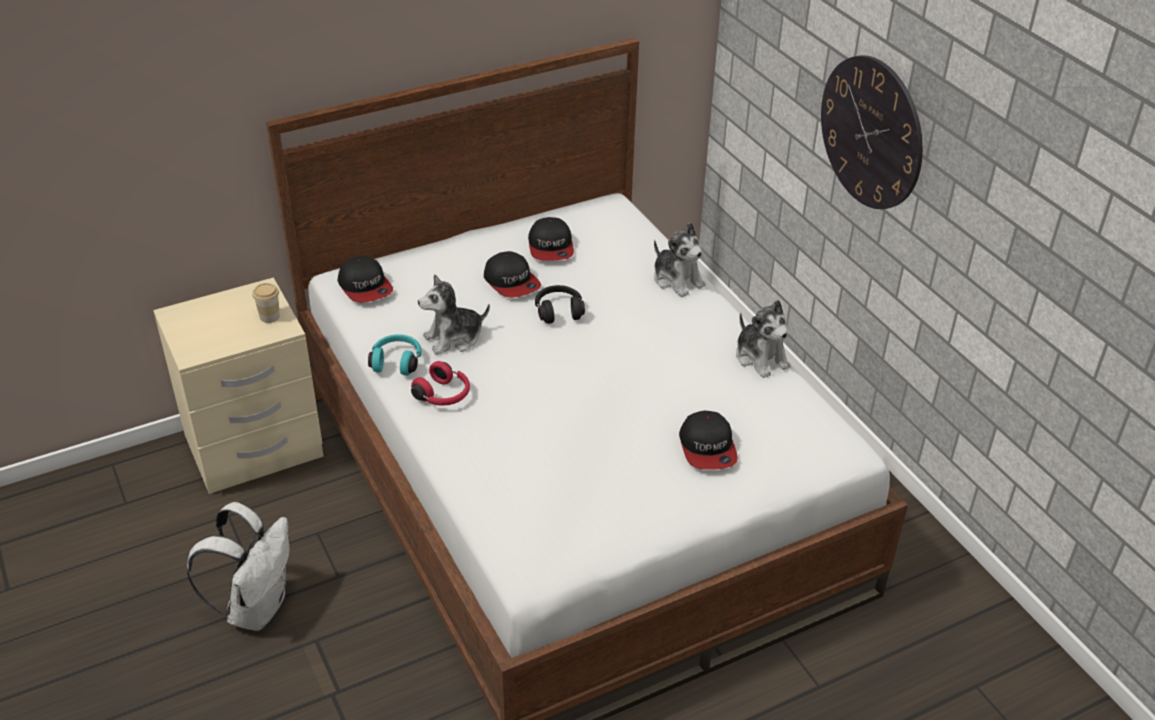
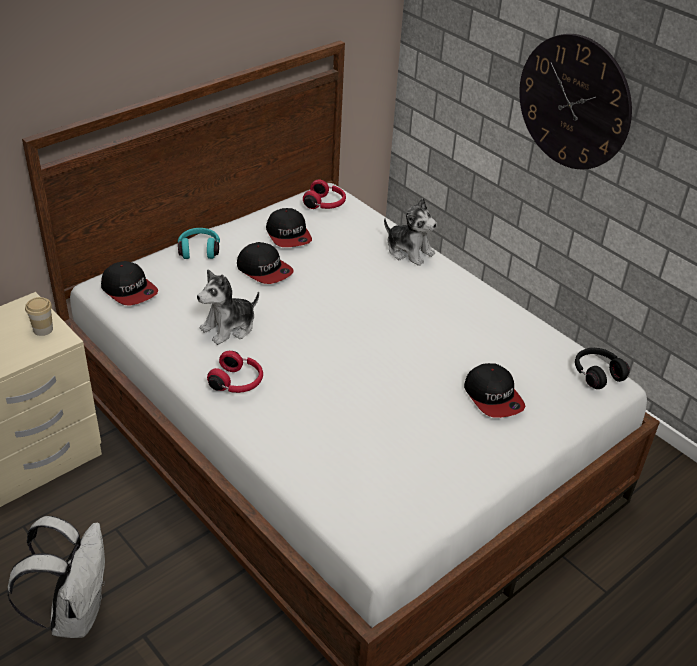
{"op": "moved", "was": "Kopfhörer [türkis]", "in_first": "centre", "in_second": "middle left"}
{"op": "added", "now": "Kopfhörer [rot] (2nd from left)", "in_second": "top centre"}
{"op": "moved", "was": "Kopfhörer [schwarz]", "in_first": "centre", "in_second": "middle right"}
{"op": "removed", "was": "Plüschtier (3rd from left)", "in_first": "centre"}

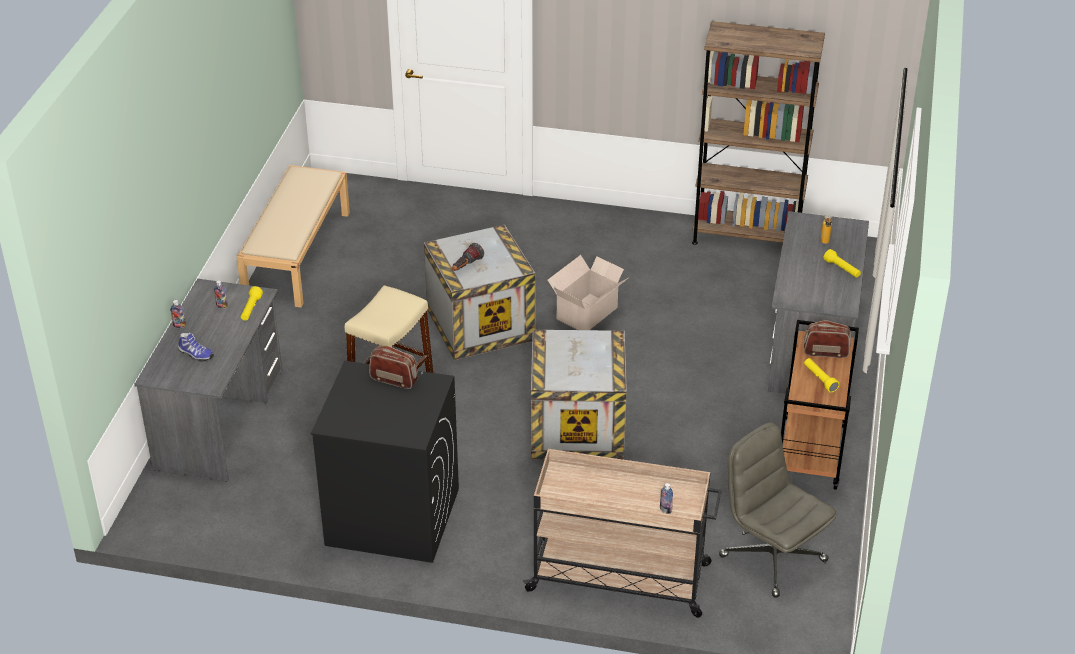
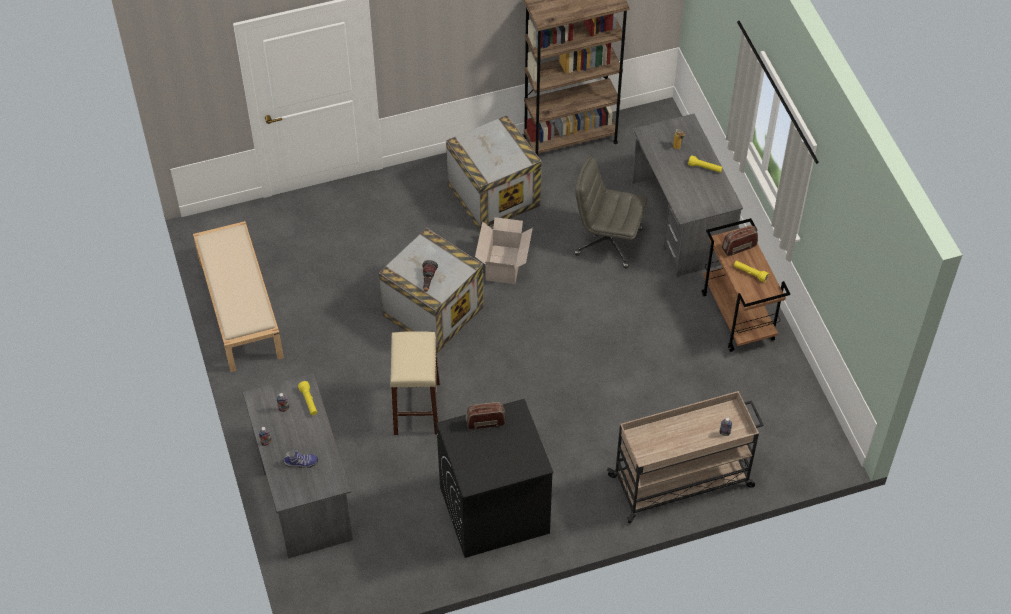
{"op": "moved", "was": "Kiste (2nd from left)", "in_first": "centre", "in_second": "top centre"}
{"op": "moved", "was": "Bürostuhl [grau]", "in_first": "bottom right", "in_second": "centre"}

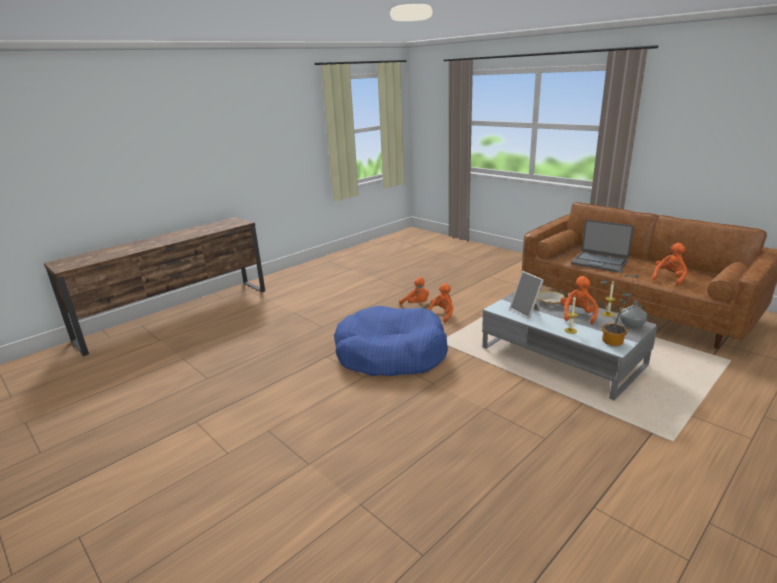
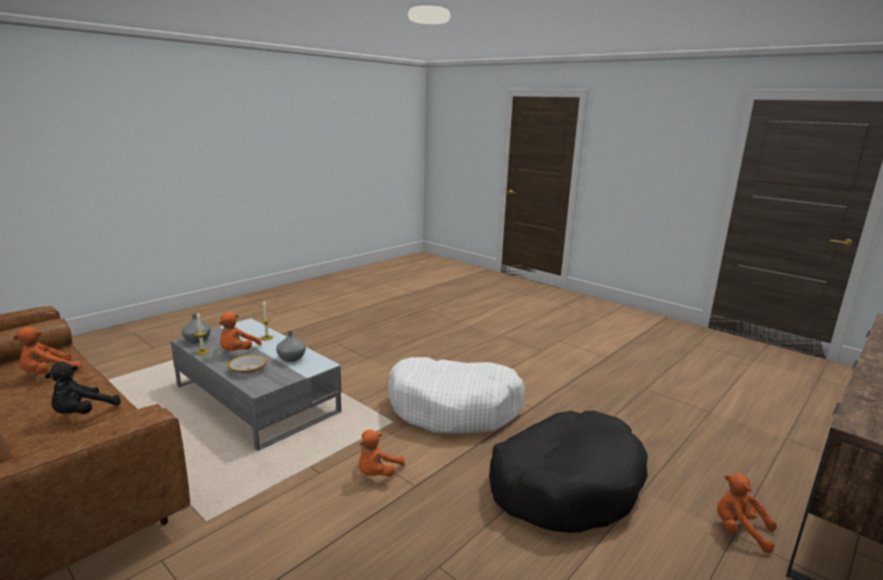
{"op": "replaced", "was": "Laptop", "now": "Plüschtier [schwarz]", "in_first": "middle right", "in_second": "bottom left"}
{"op": "replaced", "was": "Bilderrahmen", "now": "Vase [grau] (2nd from left)", "in_first": "middle right", "in_second": "middle left"}
{"op": "recoloured", "was": "Hundebett [blau]", "now": "Hundebett [weiß]", "in_first": "centre", "in_second": "bottom centre"}
{"op": "added", "now": "Hundebett [schwarz]", "in_second": "bottom centre"}
{"op": "moved", "was": "Plüschtier [orange] (1st from left in the first image)", "now": "Plüschtier [orange] (4th from left)", "in_first": "centre", "in_second": "bottom right"}
{"op": "removed", "was": "Topfpflanze", "in_first": "middle right"}

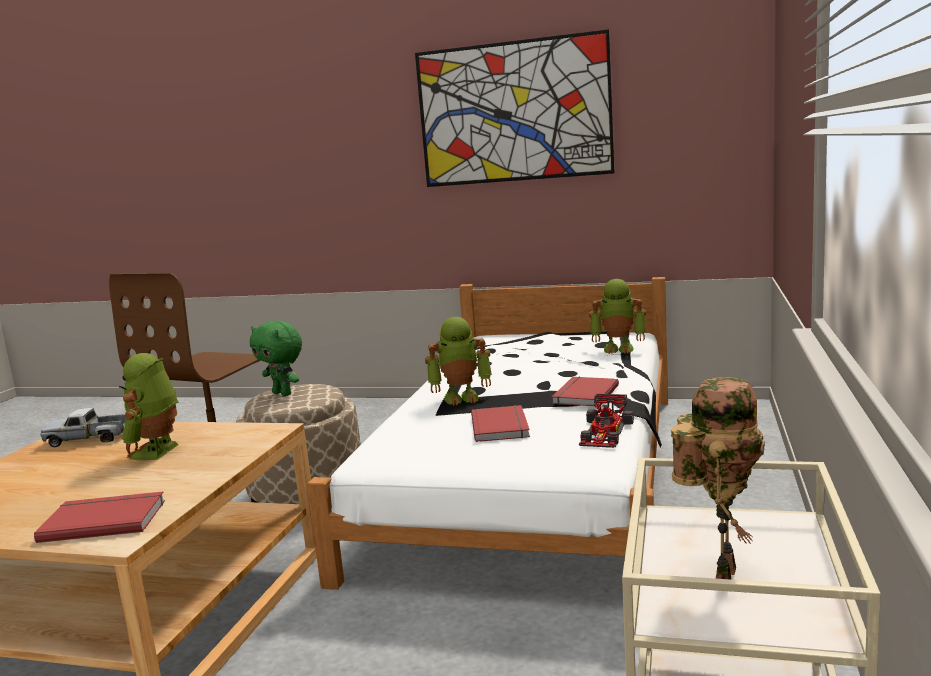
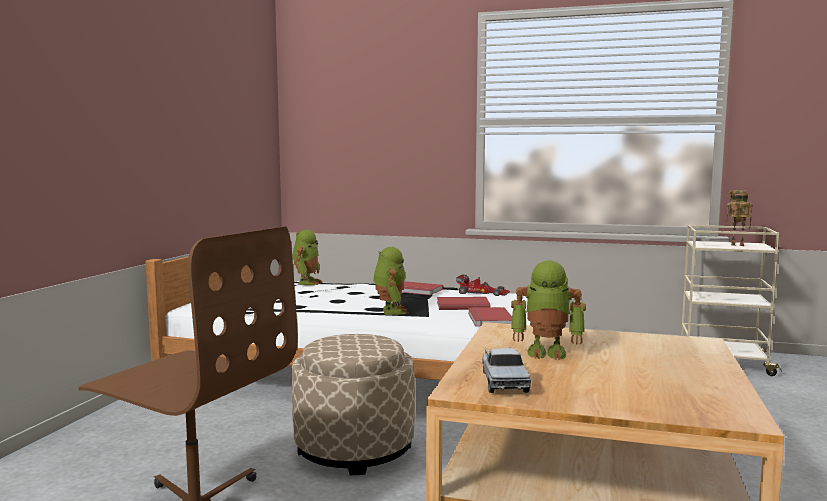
{"op": "moved", "was": "Buch [rot] (1st from left in the first image)", "now": "Buch [rot] (3rd from left)", "in_first": "bottom left", "in_second": "centre"}
{"op": "removed", "was": "Plüschtier [grün]", "in_first": "middle left"}
{"op": "removed", "was": "Bild", "in_first": "top centre"}

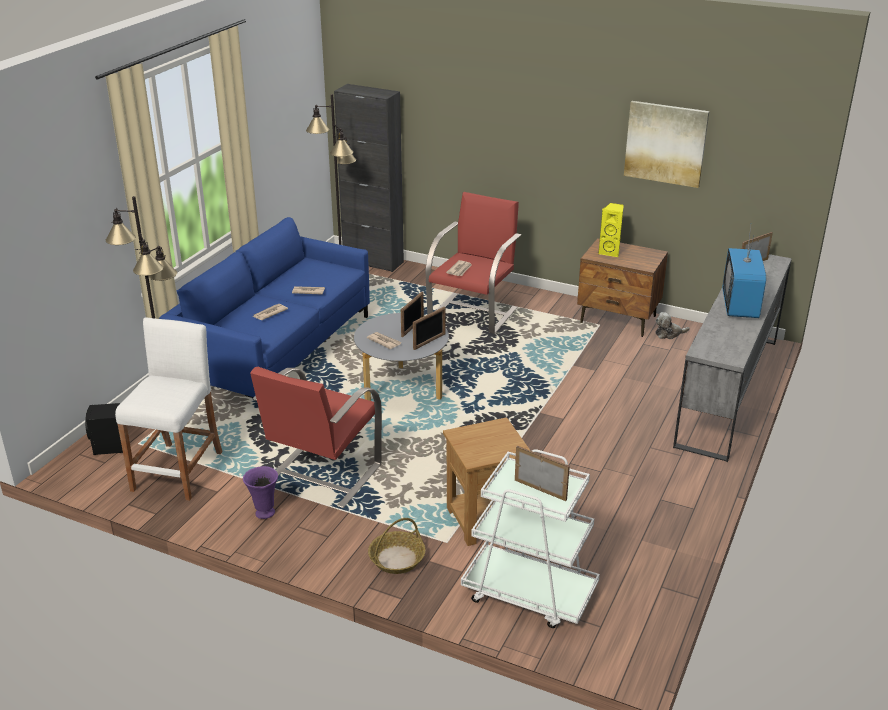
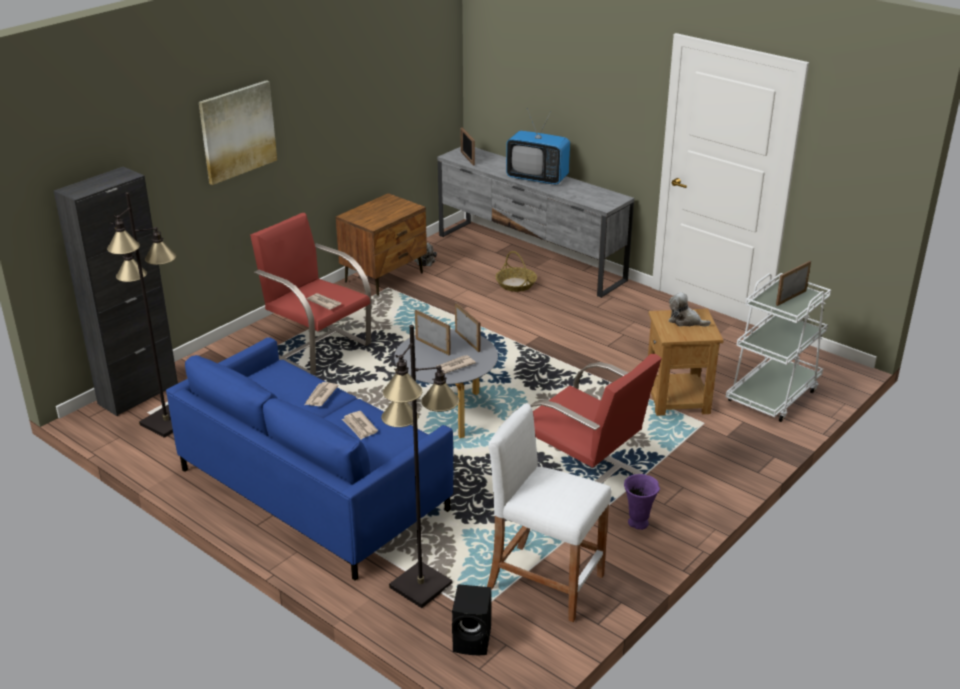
{"op": "moved", "was": "Bild", "in_first": "top right", "in_second": "top left"}
{"op": "moved", "was": "Korb", "in_first": "bottom centre", "in_second": "centre"}
{"op": "added", "now": "Plüschtier (2nd from left)", "in_second": "middle right"}
{"op": "removed", "was": "Lautsprecher [gelb]", "in_first": "top right"}

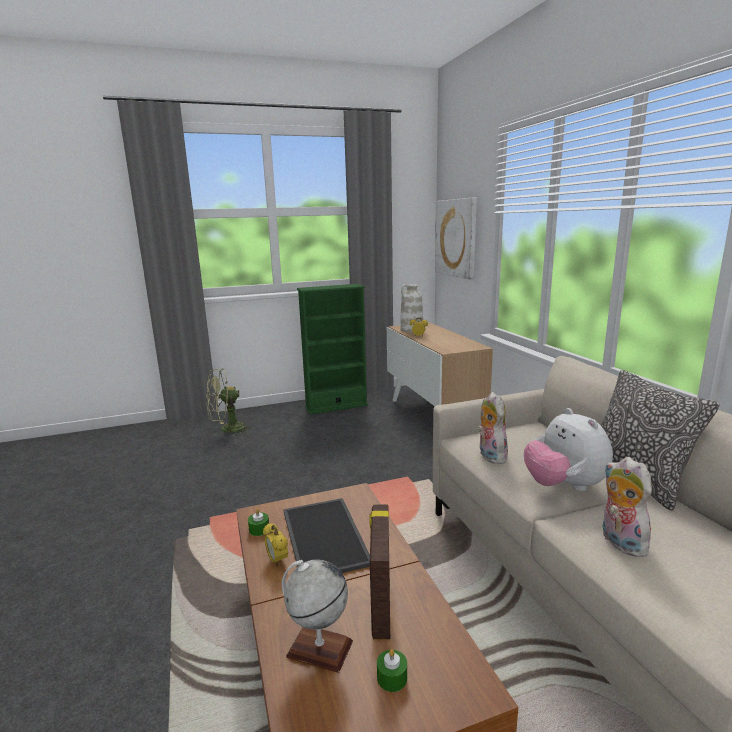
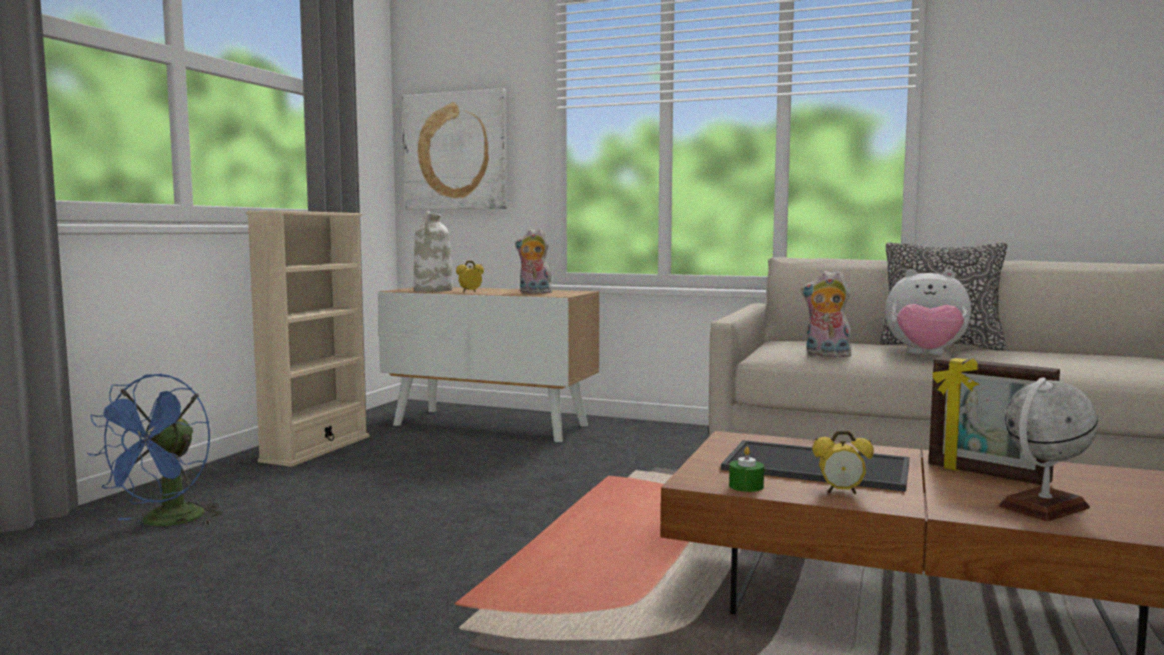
{"op": "recoloured", "was": "Ventilator [grün]", "now": "Ventilator [blau]", "in_first": "middle left", "in_second": "bottom left"}
{"op": "recoloured", "was": "Bücherregal [grün]", "now": "Bücherregal [beige]", "in_first": "centre", "in_second": "middle left"}
{"op": "moved", "was": "Plüschtier (3rd from left in the first image)", "now": "Plüschtier (1st from left)", "in_first": "bottom right", "in_second": "centre"}
{"op": "removed", "was": "Kerze [grün] (2nd from left)", "in_first": "bottom centre"}

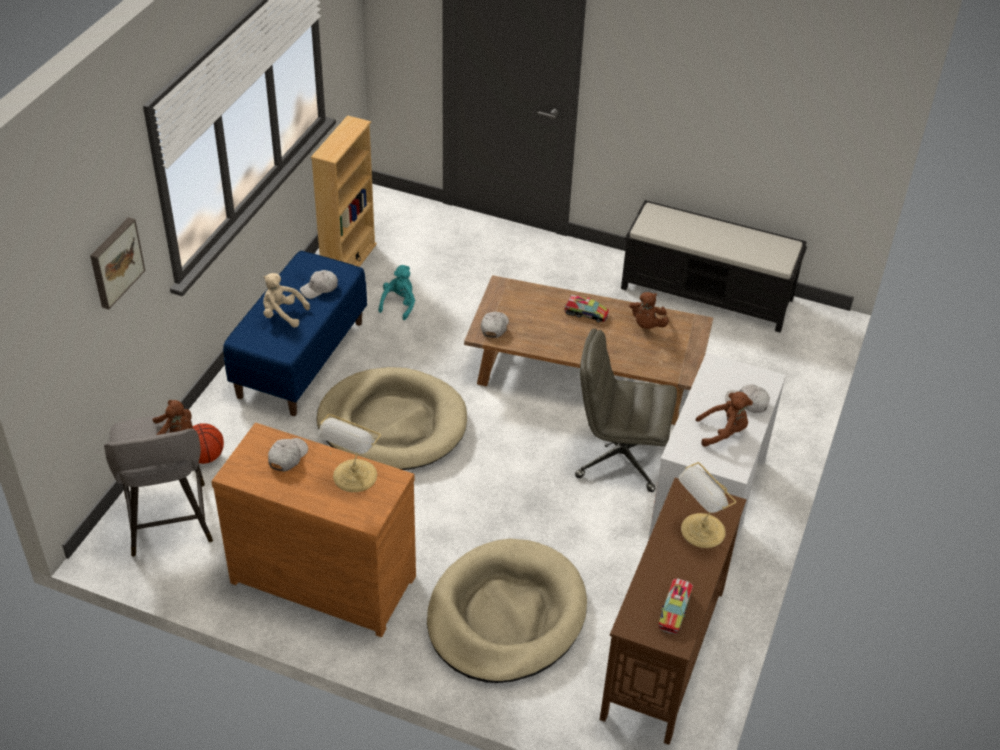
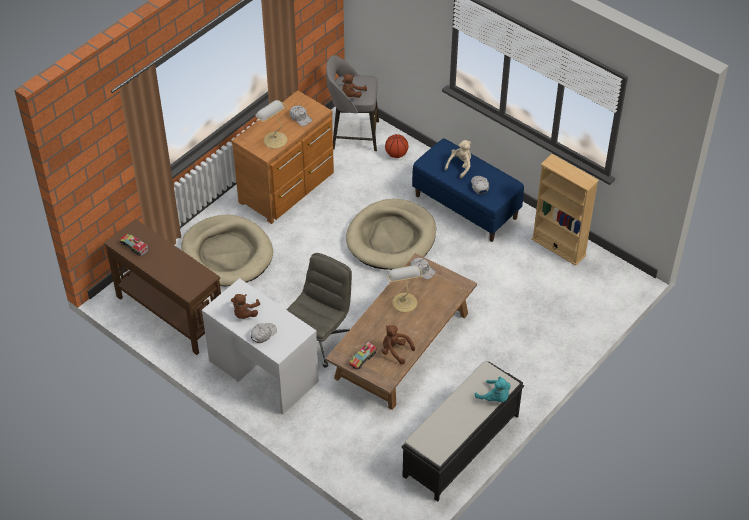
{"op": "moved", "was": "Spielzeuglaster (1st from left in the first image)", "now": "Spielzeuglaster (2nd from left)", "in_first": "centre", "in_second": "bottom centre"}
{"op": "moved", "was": "Tischlampe (2nd from left)", "in_first": "bottom right", "in_second": "centre"}
{"op": "moved", "was": "Plüschtier [türkis]", "in_first": "centre", "in_second": "bottom centre"}
{"op": "removed", "was": "Bild", "in_first": "middle left"}

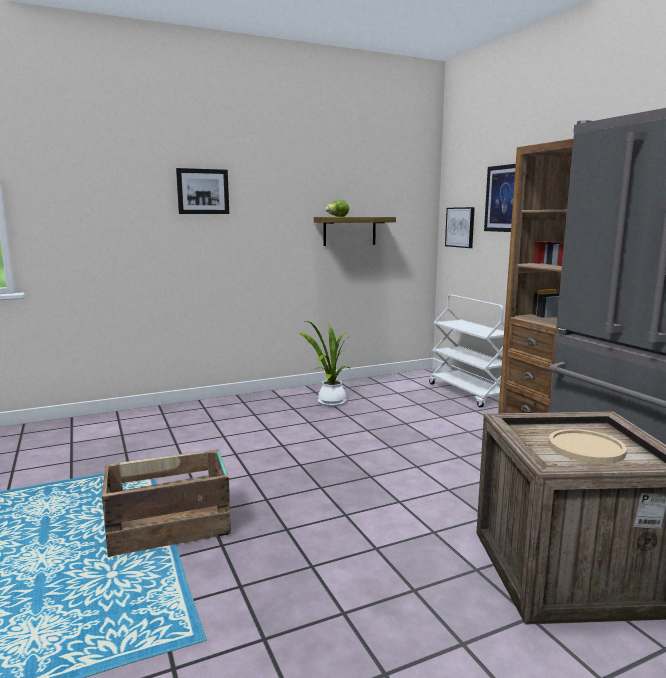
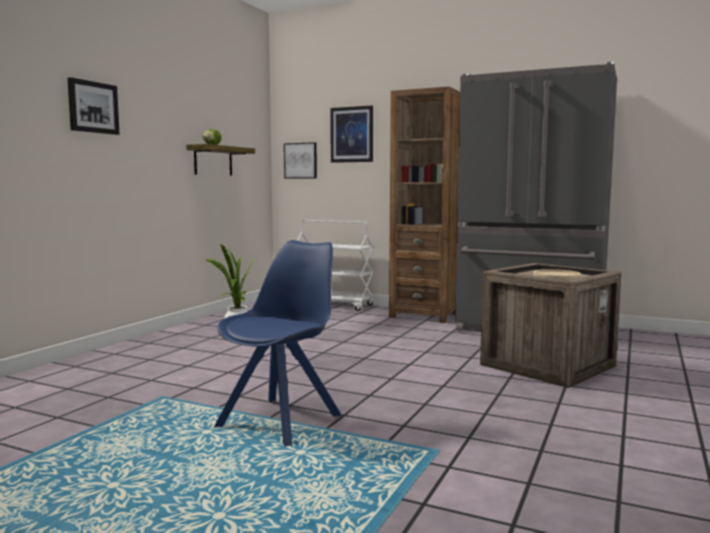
{"op": "replaced", "was": "Kiste (1st from left)", "now": "Stuhl [blau]", "in_first": "bottom left", "in_second": "centre"}

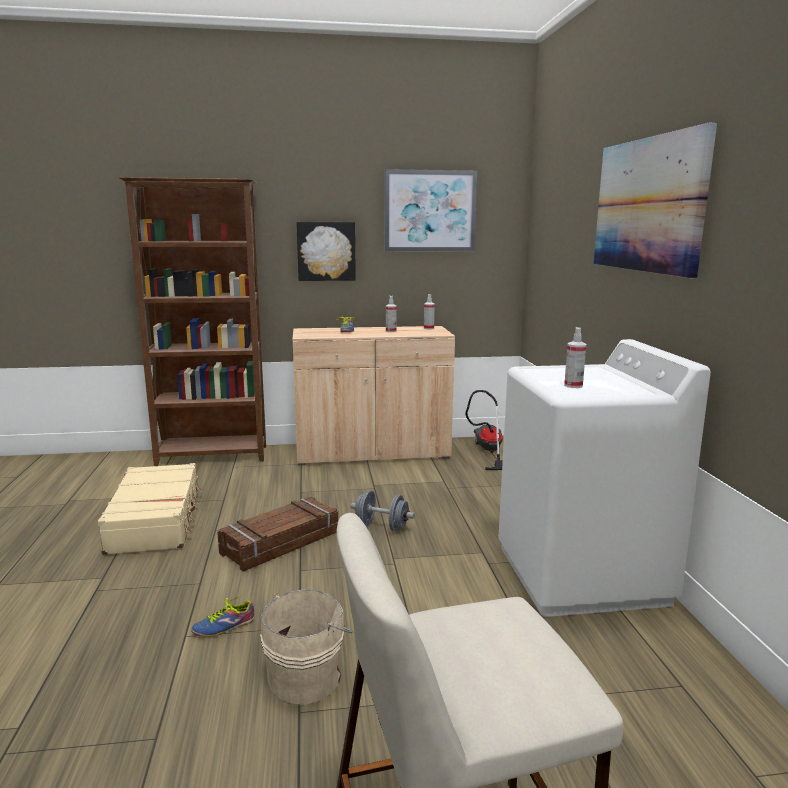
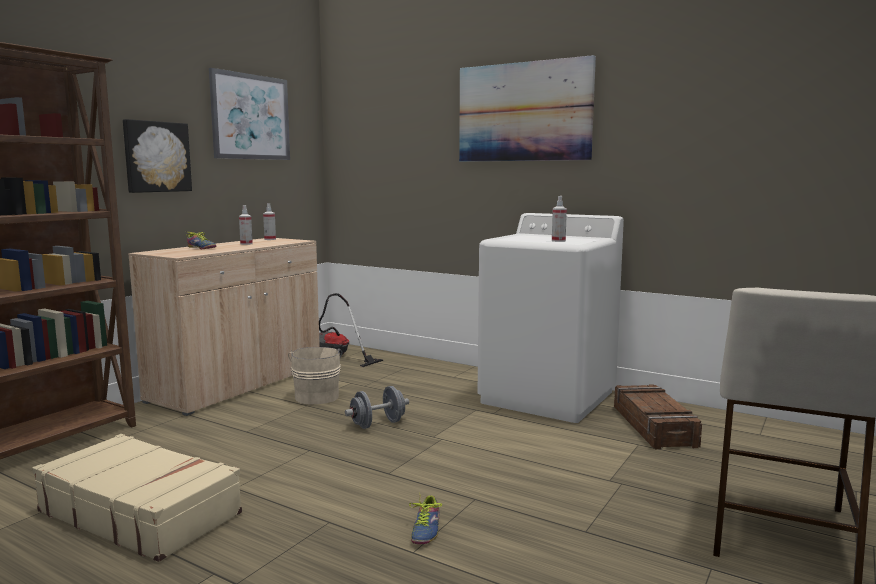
{"op": "moved", "was": "Eimer [beige]", "in_first": "bottom centre", "in_second": "centre"}
{"op": "moved", "was": "Kiste", "in_first": "bottom centre", "in_second": "bottom right"}

